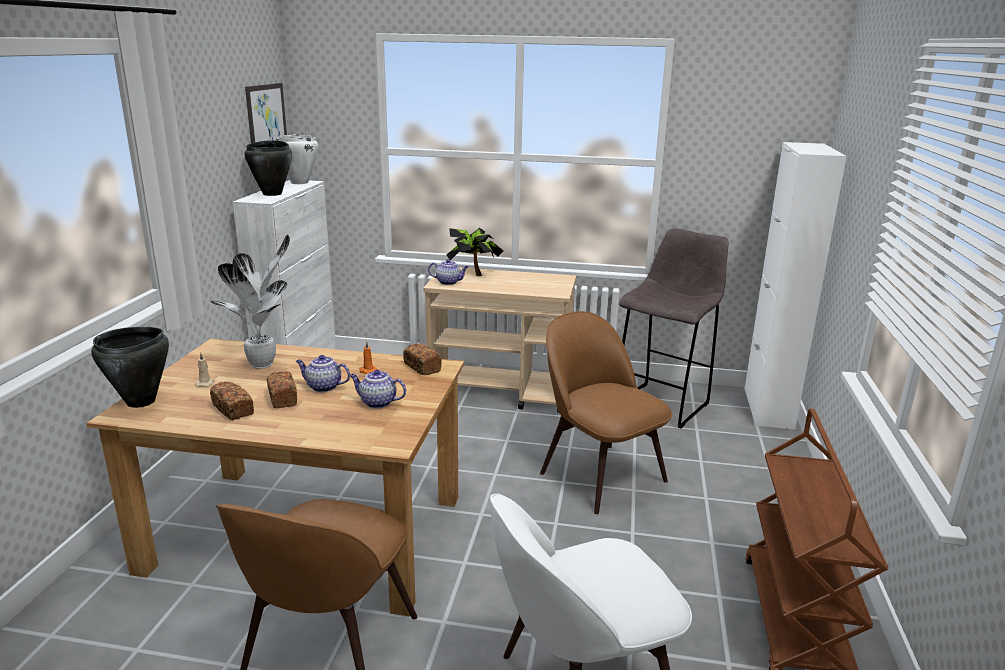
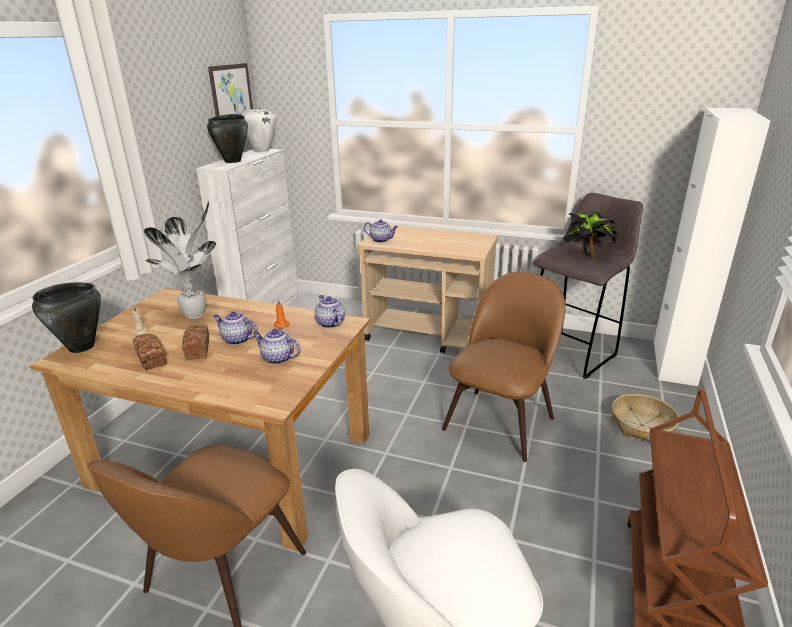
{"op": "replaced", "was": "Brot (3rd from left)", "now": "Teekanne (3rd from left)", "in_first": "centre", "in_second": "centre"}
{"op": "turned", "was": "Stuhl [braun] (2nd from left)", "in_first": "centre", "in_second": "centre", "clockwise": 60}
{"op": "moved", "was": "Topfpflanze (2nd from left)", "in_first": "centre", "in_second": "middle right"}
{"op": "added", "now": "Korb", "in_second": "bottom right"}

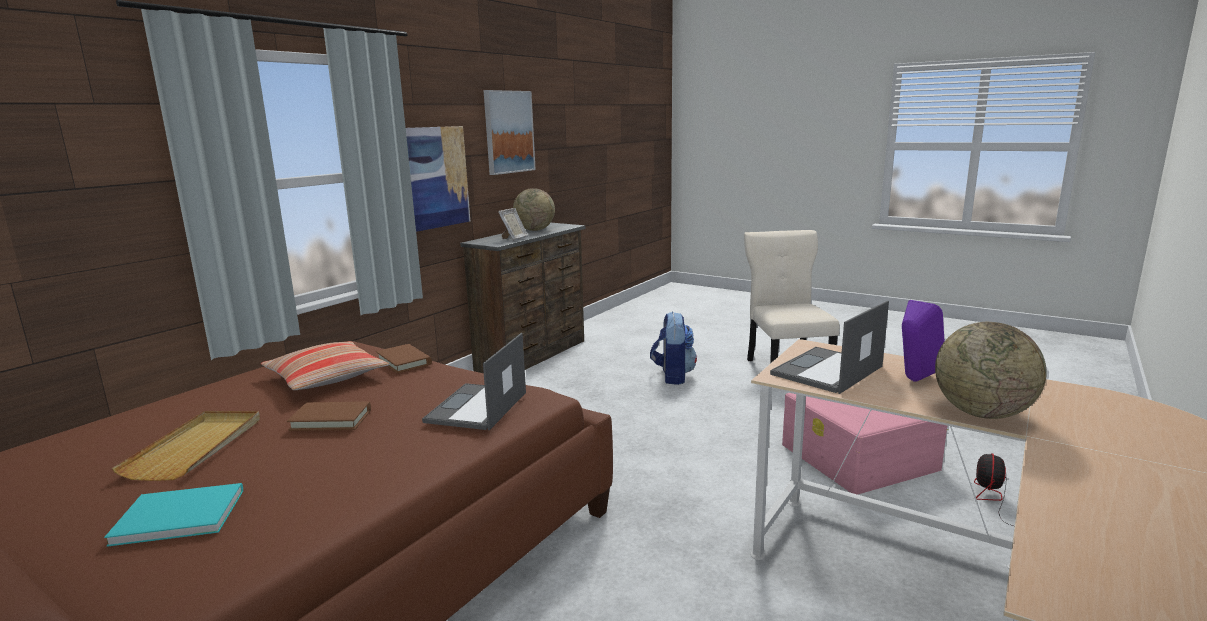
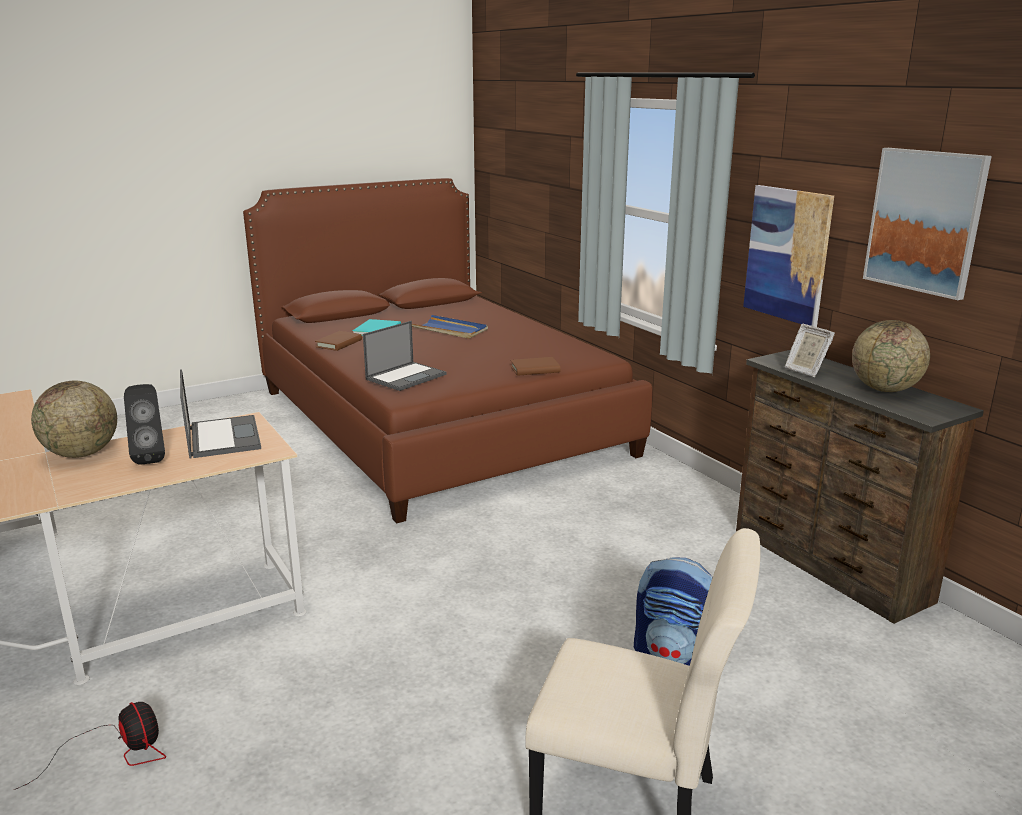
{"op": "recoloured", "was": "Lautsprecher [lila]", "now": "Lautsprecher [schwarz]", "in_first": "middle right", "in_second": "middle left"}
{"op": "moved", "was": "Buch [braun] (1st from left)", "in_first": "bottom left", "in_second": "middle left"}
{"op": "turned", "was": "Laptop (1st from left in the first image)", "in_first": "centre", "in_second": "centre", "clockwise": 90}
{"op": "recoloured", "was": "Tablett [beige]", "now": "Tablett [blau]", "in_first": "bottom left", "in_second": "centre"}
{"op": "removed", "was": "Kissen", "in_first": "middle left"}
{"op": "removed", "was": "Aufbewahrungsbox [rosa]", "in_first": "bottom right"}

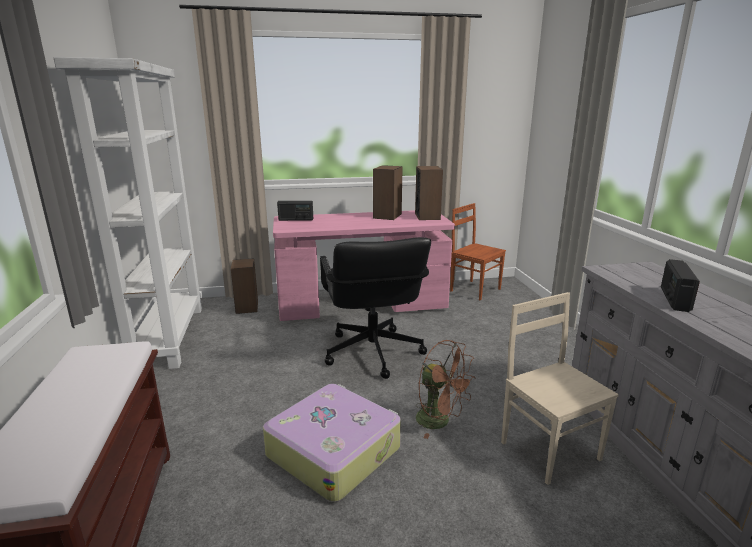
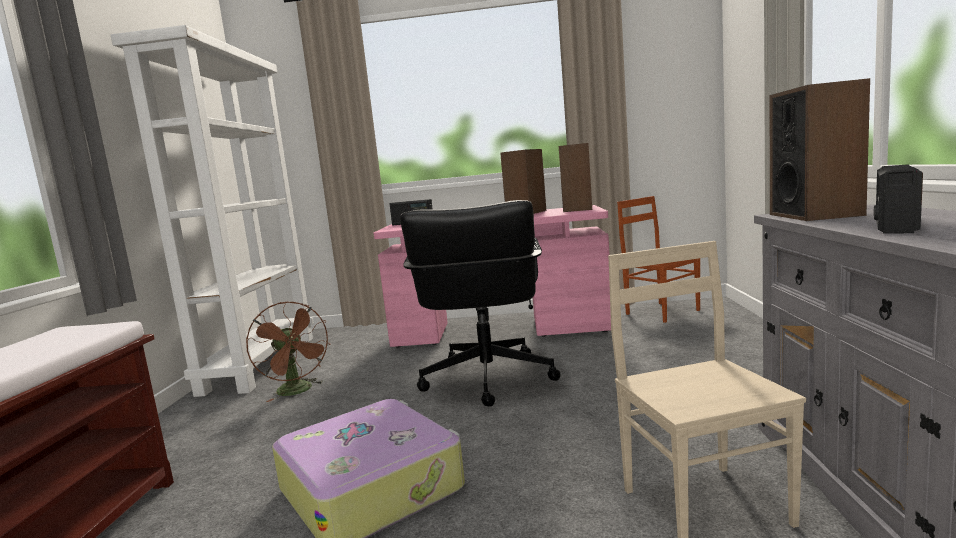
{"op": "moved", "was": "Ventilator [braun]", "in_first": "bottom centre", "in_second": "middle left"}
{"op": "moved", "was": "Lautsprecher (1st from left in the first image)", "now": "Lautsprecher (3rd from left)", "in_first": "middle left", "in_second": "top right"}

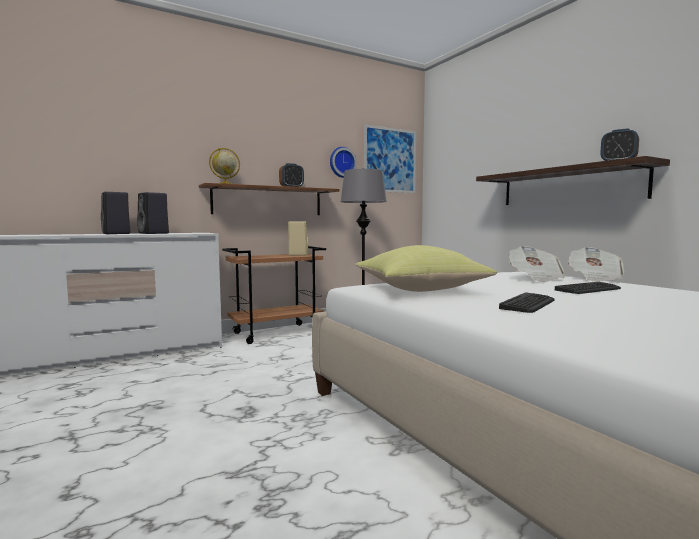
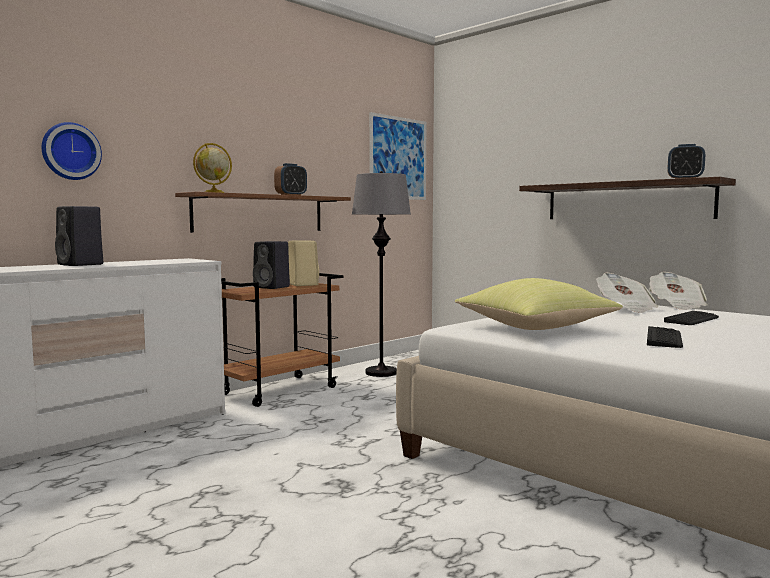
{"op": "moved", "was": "Wanduhr", "in_first": "top centre", "in_second": "top left"}
{"op": "moved", "was": "Lautsprecher [schwarz] (2nd from left)", "in_first": "middle left", "in_second": "centre"}

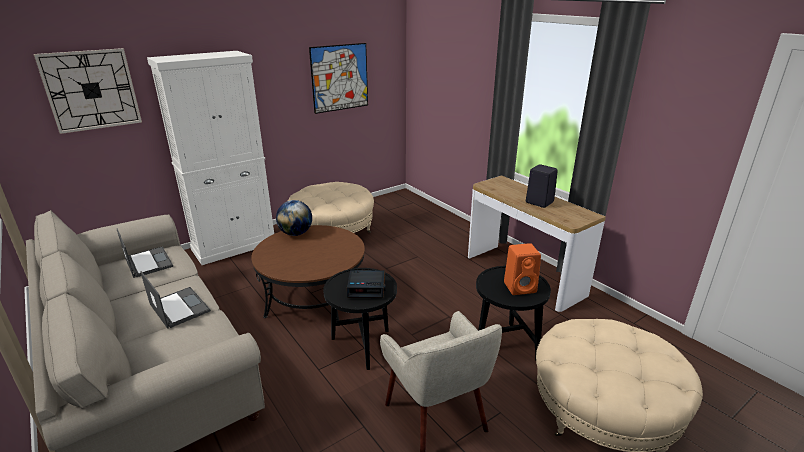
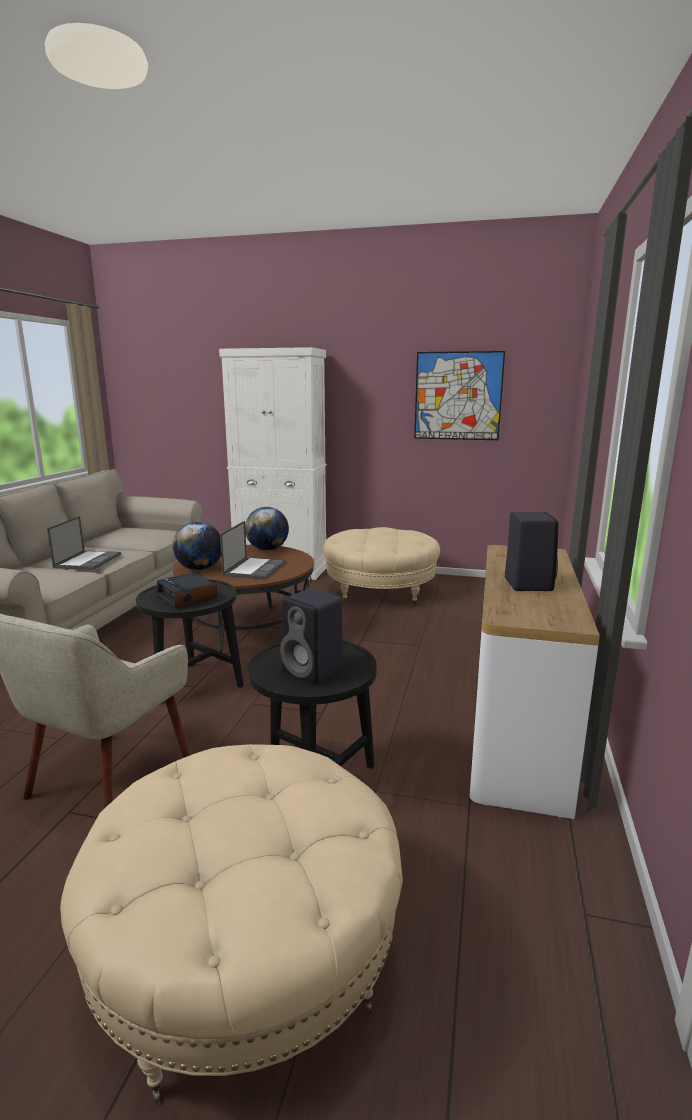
{"op": "added", "now": "Globus (1st from left)", "in_second": "middle left"}
{"op": "moved", "was": "Laptop (1st from left in the first image)", "now": "Laptop (2nd from left)", "in_first": "middle left", "in_second": "centre"}
{"op": "recoloured", "was": "Lautsprecher [orange]", "now": "Lautsprecher [schwarz] (1st from left)", "in_first": "centre", "in_second": "centre"}
{"op": "removed", "was": "Wanduhr", "in_first": "top left"}

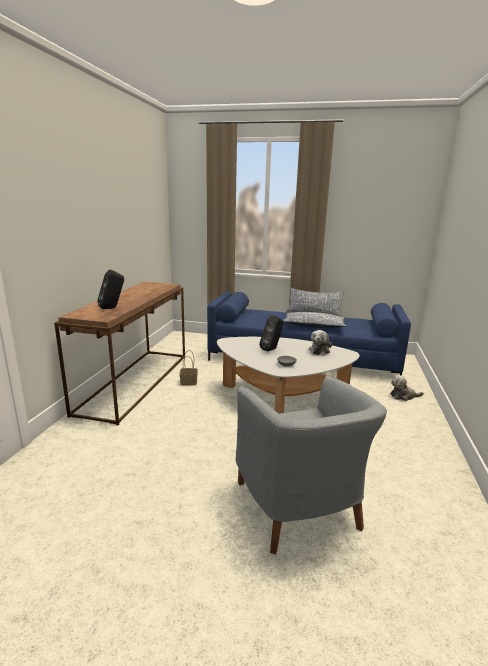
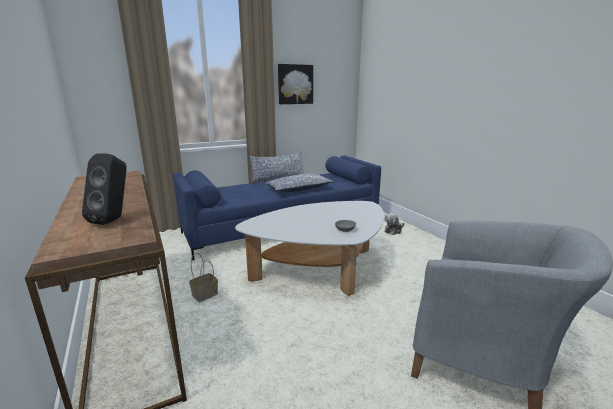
{"op": "added", "now": "Bild", "in_second": "top centre"}
{"op": "removed", "was": "Lautsprecher [schwarz] (2nd from left)", "in_first": "centre"}
{"op": "removed", "was": "Plüschtier (1st from left)", "in_first": "centre"}

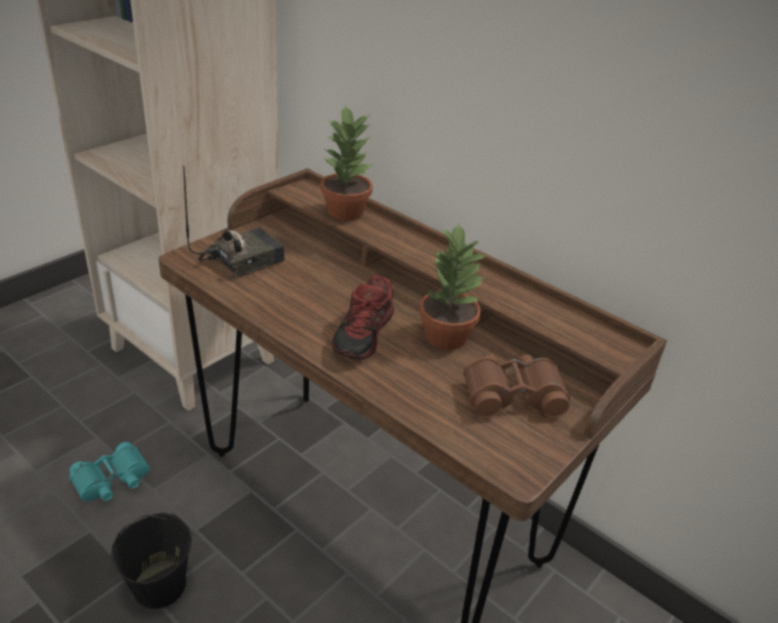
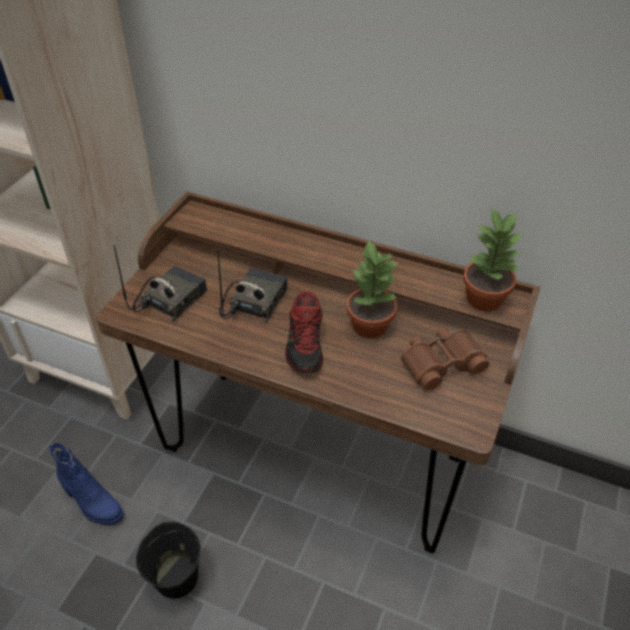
{"op": "replaced", "was": "Fernglas [türkis]", "now": "Stiefel [blau]", "in_first": "bottom left", "in_second": "bottom left"}
{"op": "added", "now": "Radio (2nd from left)", "in_second": "centre"}
{"op": "moved", "was": "Topfpflanze (1st from left in the first image)", "now": "Topfpflanze (2nd from left)", "in_first": "top centre", "in_second": "middle right"}

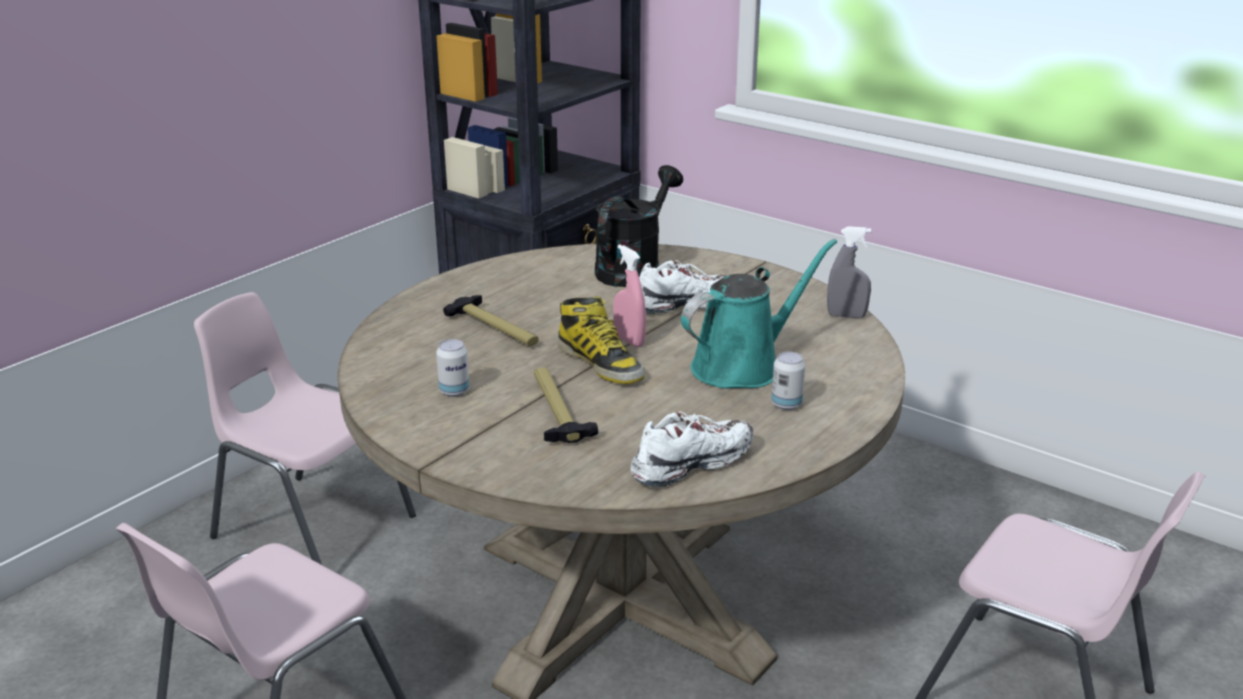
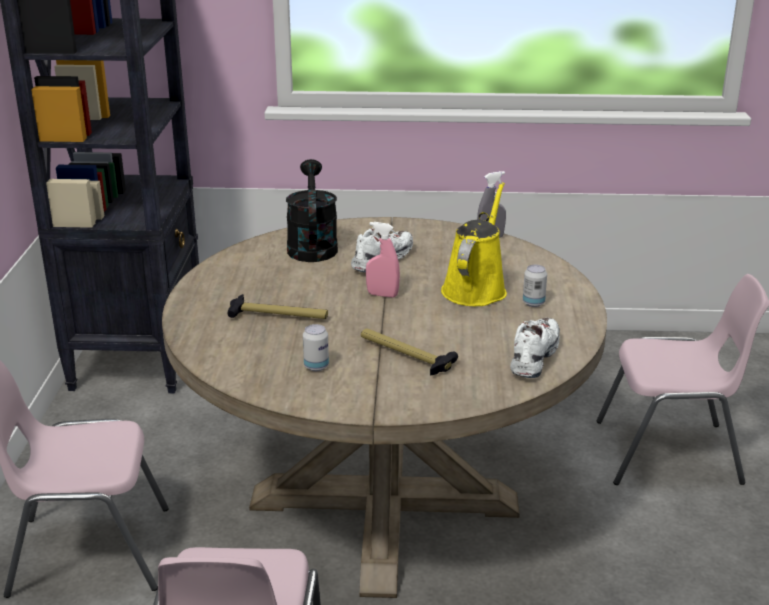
{"op": "recoloured", "was": "Gießkanne [türkis]", "now": "Gießkanne [gelb]", "in_first": "centre", "in_second": "centre"}
{"op": "removed", "was": "Stiefel", "in_first": "centre"}

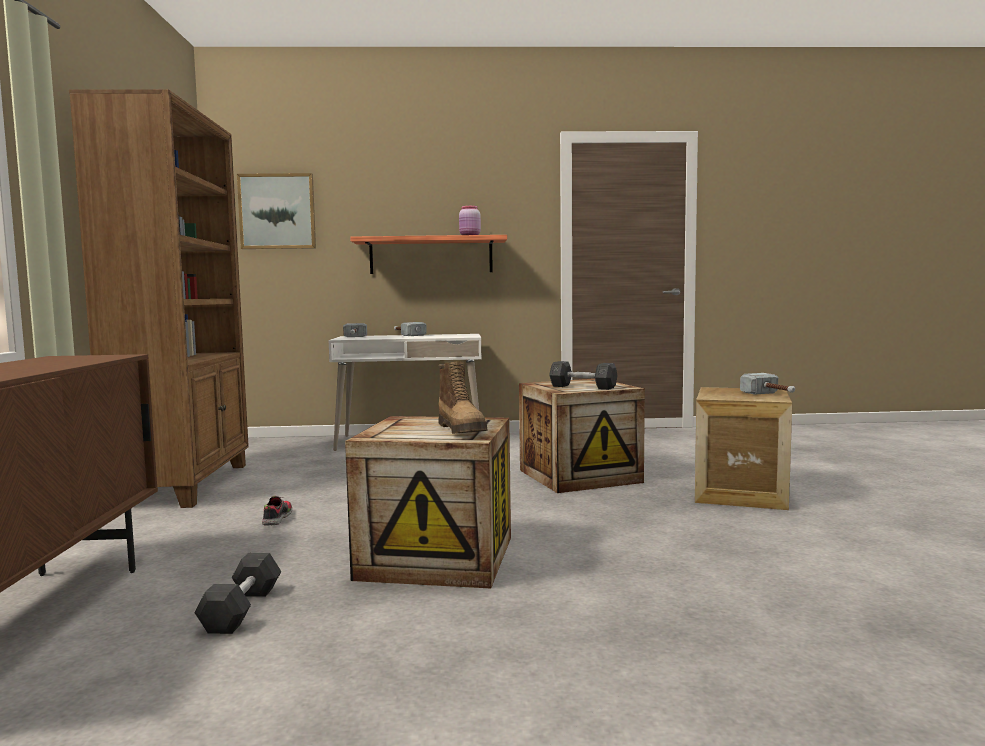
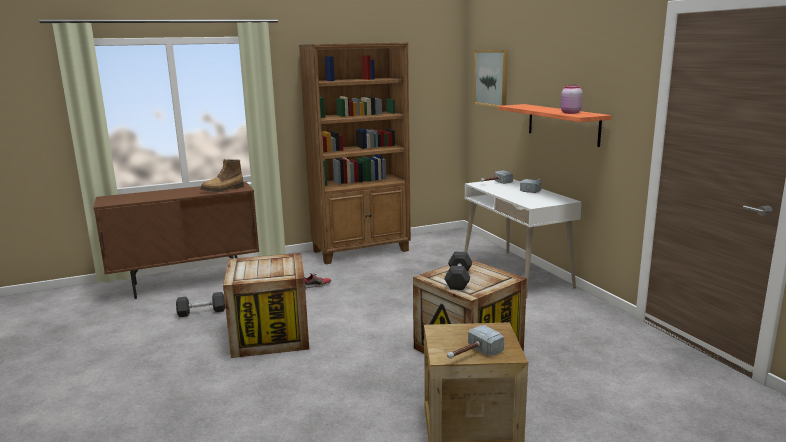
{"op": "moved", "was": "Stiefel", "in_first": "centre", "in_second": "middle left"}

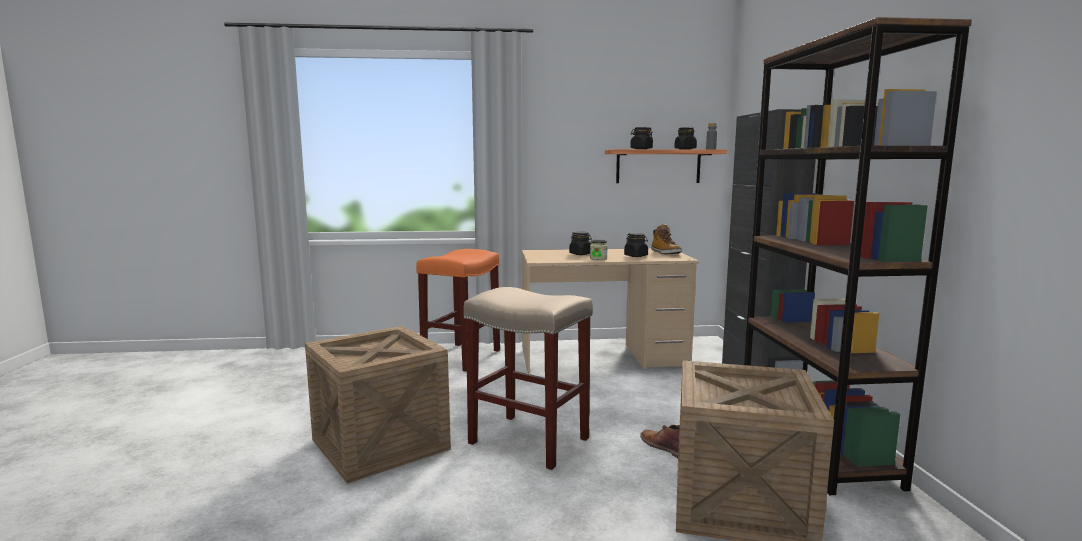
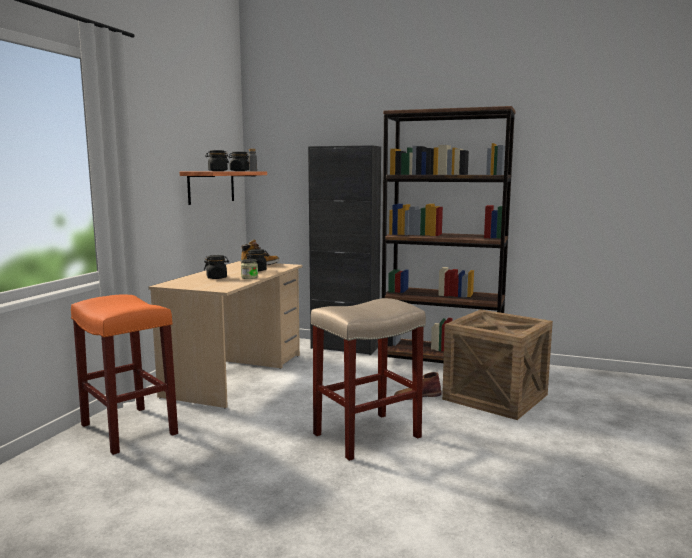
{"op": "removed", "was": "Kiste (1st from left)", "in_first": "bottom centre"}

